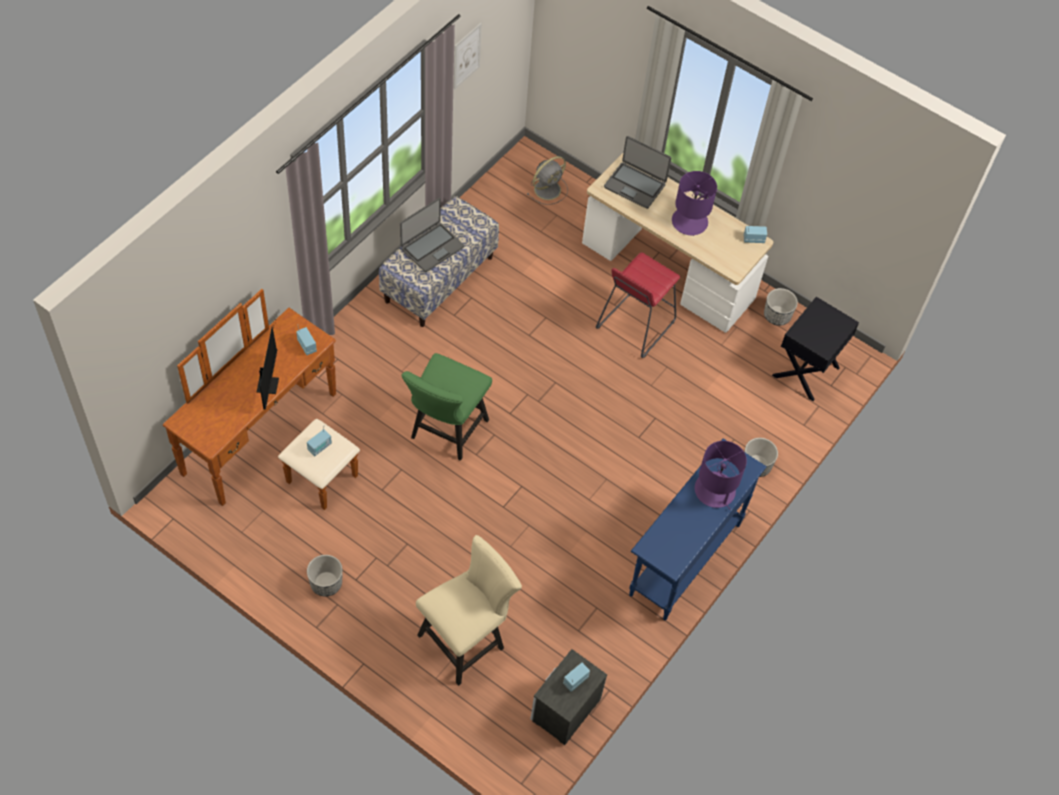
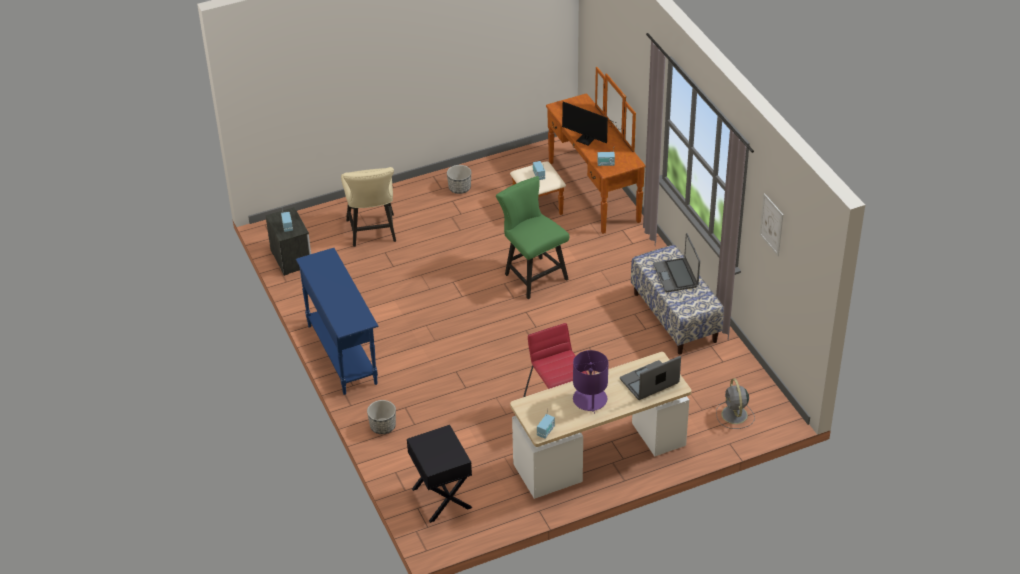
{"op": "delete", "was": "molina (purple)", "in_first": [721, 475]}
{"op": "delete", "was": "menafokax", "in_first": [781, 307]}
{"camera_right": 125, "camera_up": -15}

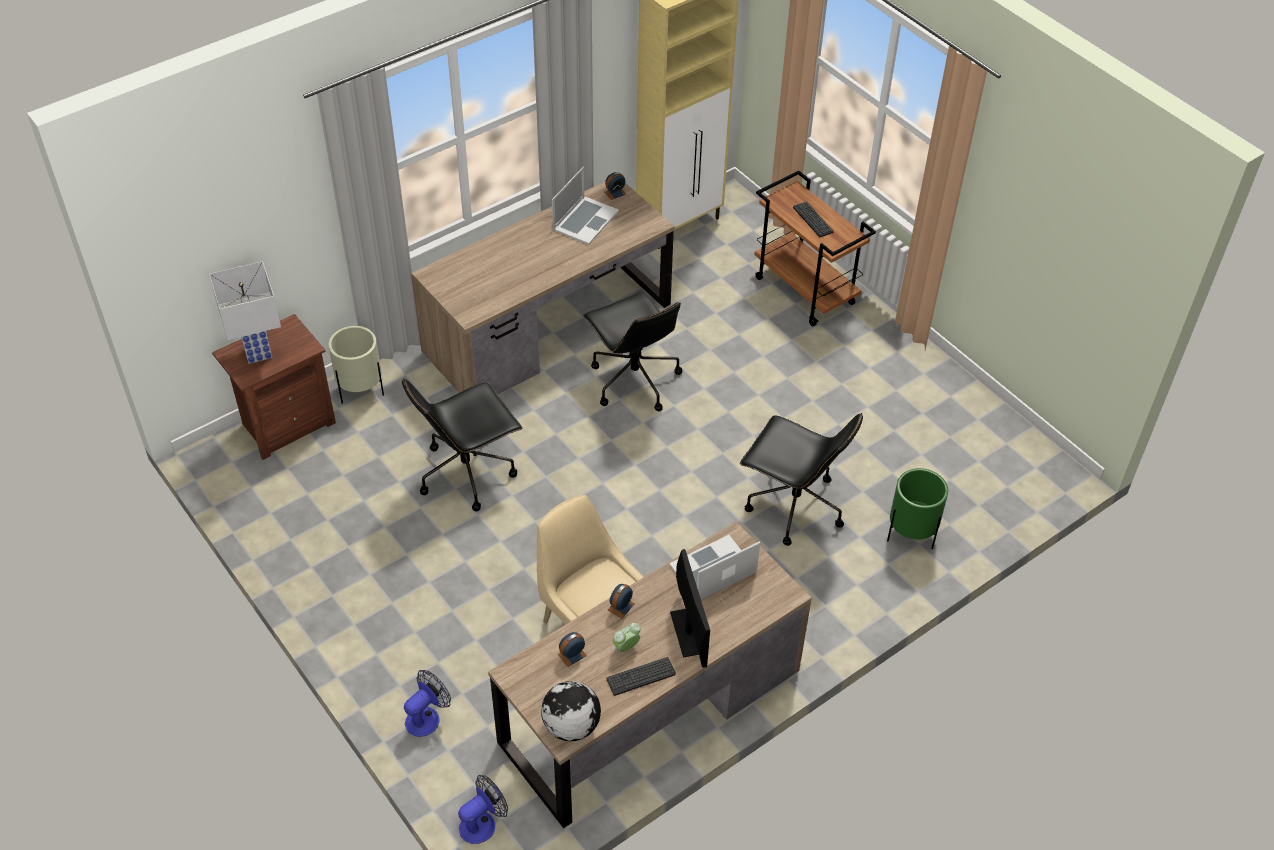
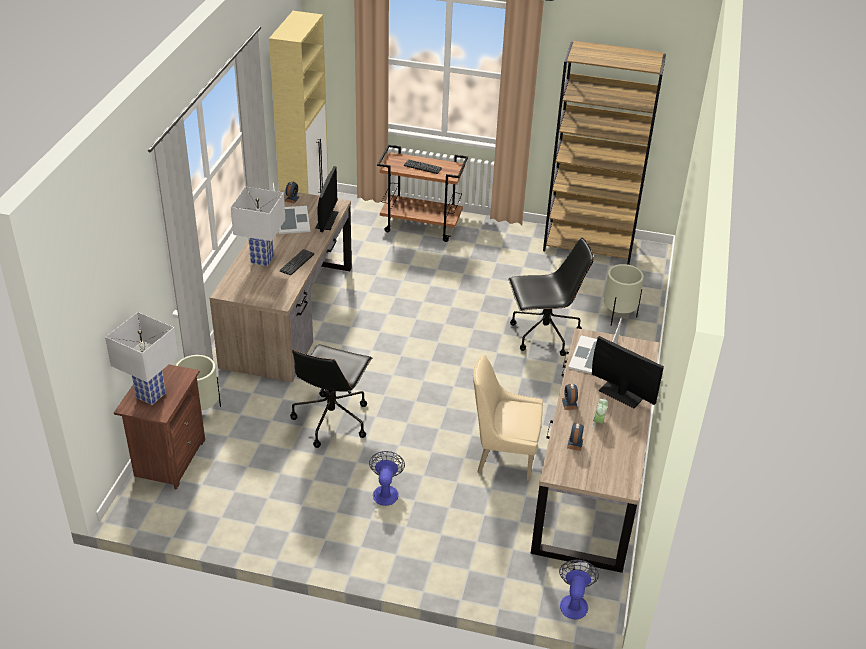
{"op": "move", "was": "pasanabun", "in_first": [427, 703], "in_second": [387, 478]}
{"op": "delete", "was": "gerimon", "in_first": [571, 711]}
{"op": "delete", "was": "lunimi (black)", "in_first": [632, 351]}
{"op": "move", "was": "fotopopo", "in_first": [641, 676], "in_second": [297, 262]}
{"op": "recolor", "was": "menafokax (green)", "now": "menafokax (beige)", "in_first": [917, 508], "in_second": [624, 295]}
{"op": "insert", "now": "molina (white)", "in_second": [258, 226]}
{"op": "insert", "now": "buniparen", "in_second": [326, 199]}
{"op": "insert", "now": "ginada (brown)", "in_second": [604, 153]}
{"camera_right": -40, "camera_up": -10}

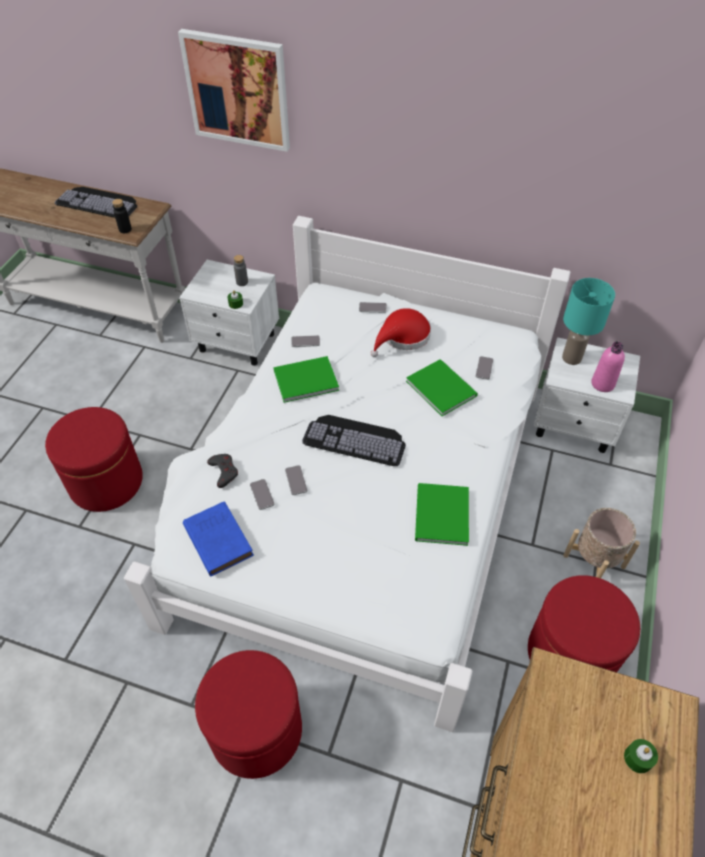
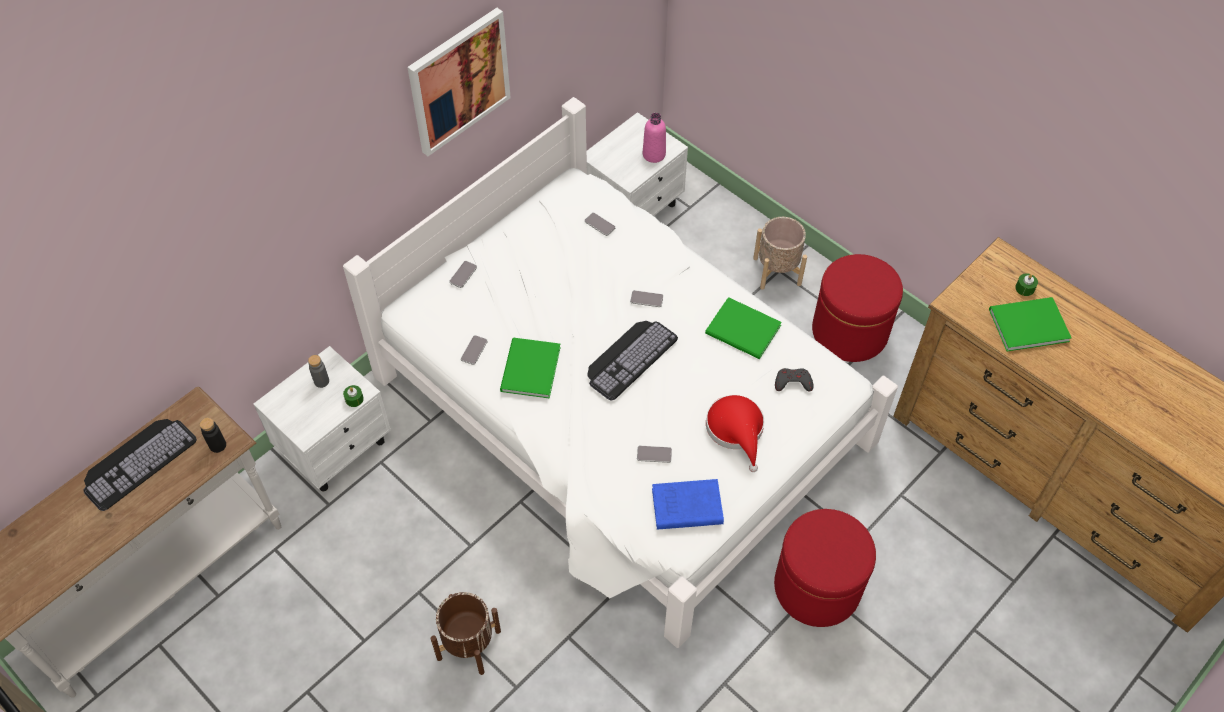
{"op": "replace", "was": "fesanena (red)", "now": "menafokax (brown)", "in_first": [94, 459], "in_second": [466, 633]}
{"op": "move", "was": "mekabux", "in_first": [234, 90], "in_second": [459, 82]}
{"op": "move", "was": "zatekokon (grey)", "in_first": [222, 471], "in_second": [794, 379]}
{"op": "move", "was": "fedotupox", "in_first": [296, 480], "in_second": [646, 298]}
{"op": "move", "was": "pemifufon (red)", "in_first": [401, 332], "in_second": [735, 433]}
{"op": "move", "was": "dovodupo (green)", "in_first": [442, 387], "in_second": [1030, 324]}
{"op": "delete", "was": "molina (turquoise)", "in_first": [588, 321]}
{"camera_right": -65, "camera_up": 5}

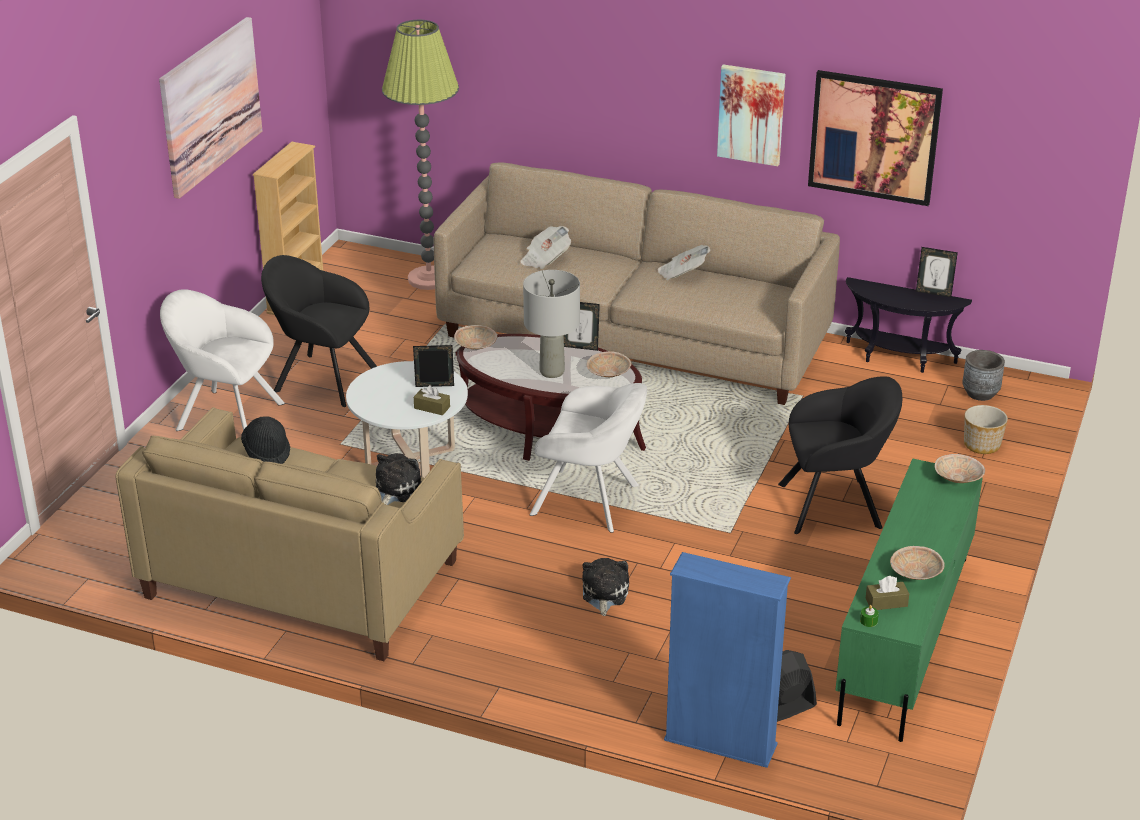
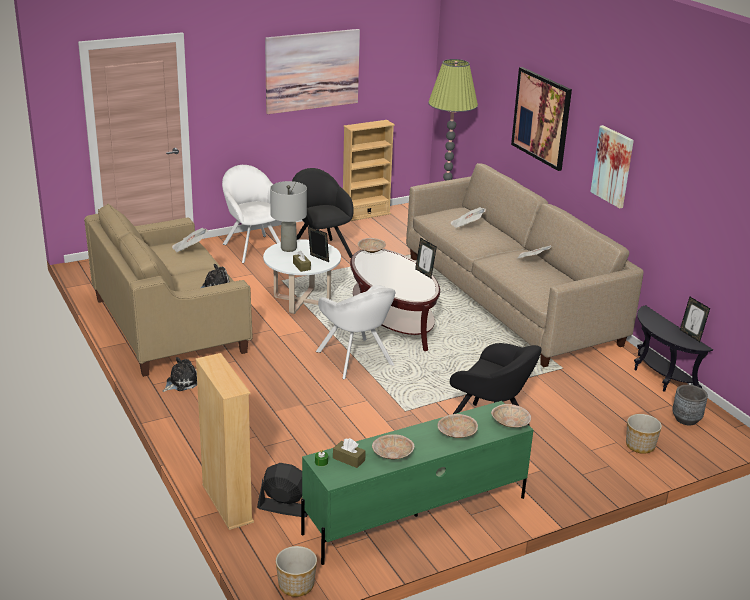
{"op": "replace", "was": "pemifufon (black)", "now": "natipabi", "in_first": [265, 440], "in_second": [189, 240]}
{"op": "move", "was": "molina (grey)", "in_first": [551, 324], "in_second": [288, 216]}
{"op": "move", "was": "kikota", "in_first": [605, 587], "in_second": [180, 374]}
{"op": "move", "was": "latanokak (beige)", "in_first": [609, 364], "in_second": [457, 426]}
{"op": "recolor", "was": "ginada (blue)", "now": "ginada (beige)", "in_first": [727, 660], "in_second": [224, 441]}
{"op": "move", "was": "mekabux", "in_first": [875, 138], "in_second": [541, 119]}
{"op": "insert", "now": "menafokax", "in_second": [296, 571]}
{"camera_right": 40, "camera_up": -5}

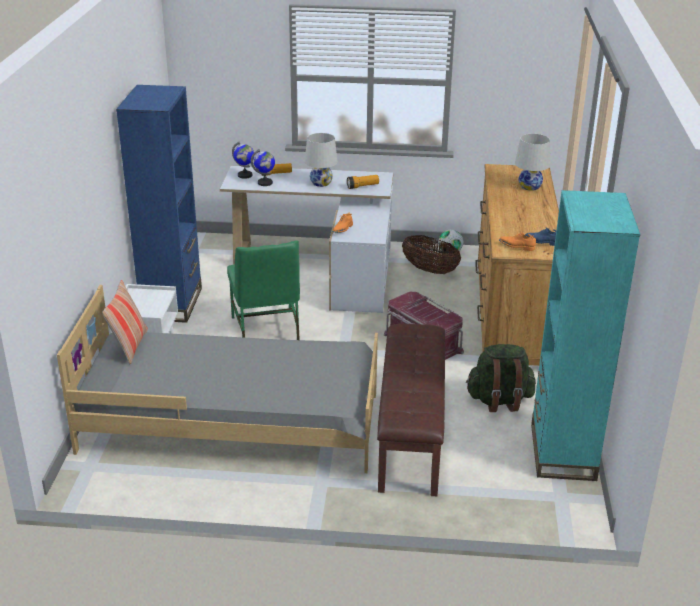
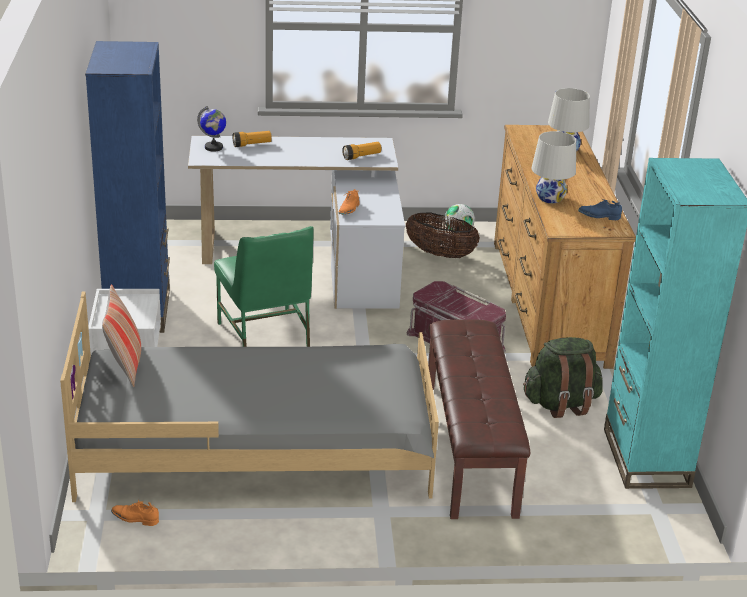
{"op": "delete", "was": "gerimon", "in_first": [263, 167]}
{"op": "move", "was": "molina (white)", "in_first": [321, 160], "in_second": [554, 167]}
{"op": "move", "was": "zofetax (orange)", "in_first": [517, 241], "in_second": [135, 513]}
{"camera_right": -10, "camera_up": 0}

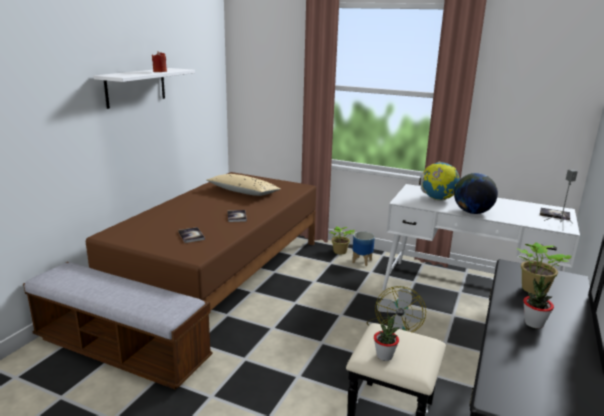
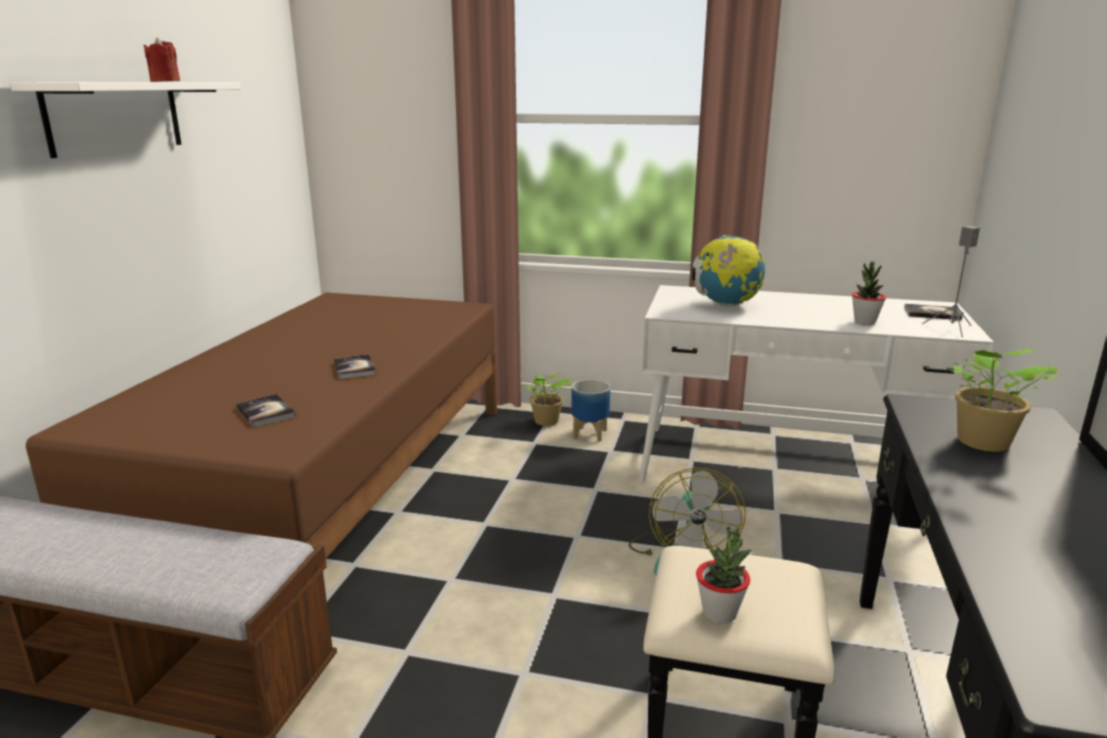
{"op": "delete", "was": "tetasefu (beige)", "in_first": [243, 185]}
{"op": "delete", "was": "gerimon", "in_first": [476, 193]}
{"op": "move", "was": "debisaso", "in_first": [538, 302], "in_second": [869, 293]}
{"camera_right": -10, "camera_up": 0}

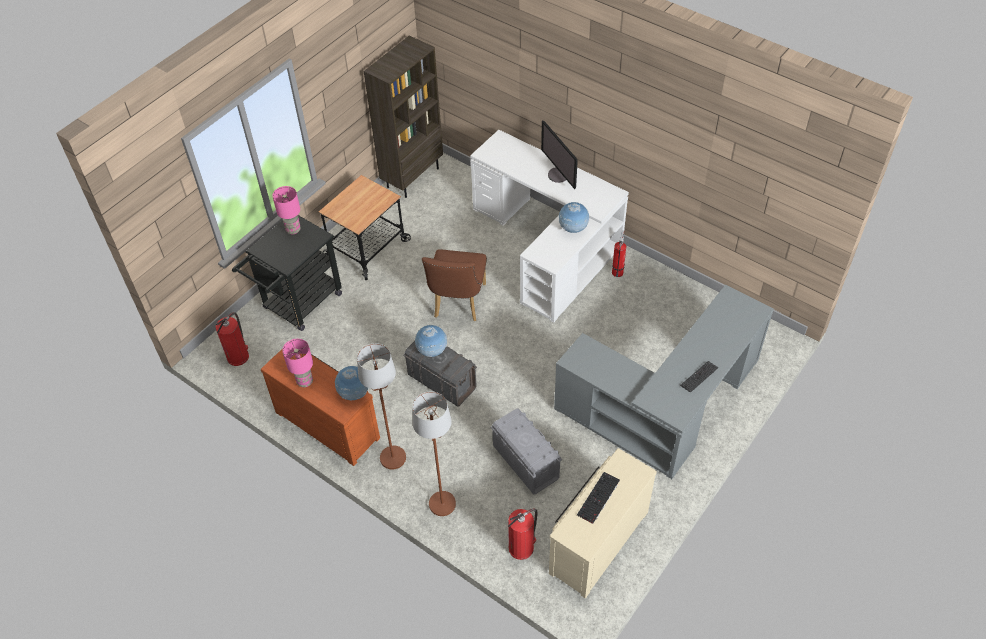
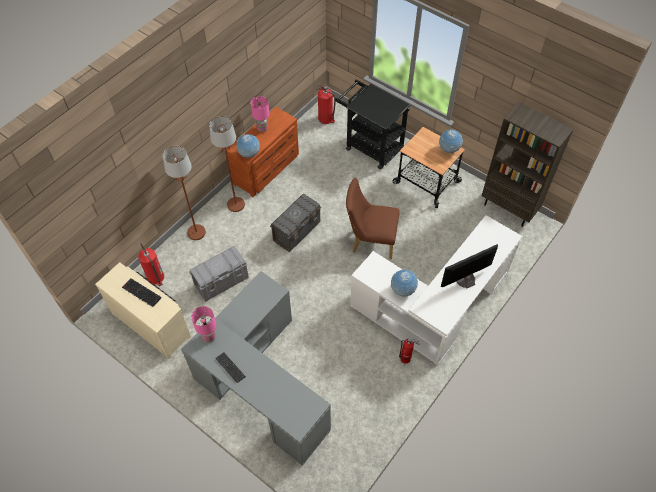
{"op": "move", "was": "molina (pink)", "in_first": [286, 210], "in_second": [203, 324]}
{"op": "move", "was": "gerimon", "in_first": [431, 341], "in_second": [451, 141]}
{"camera_right": 90, "camera_up": 5}

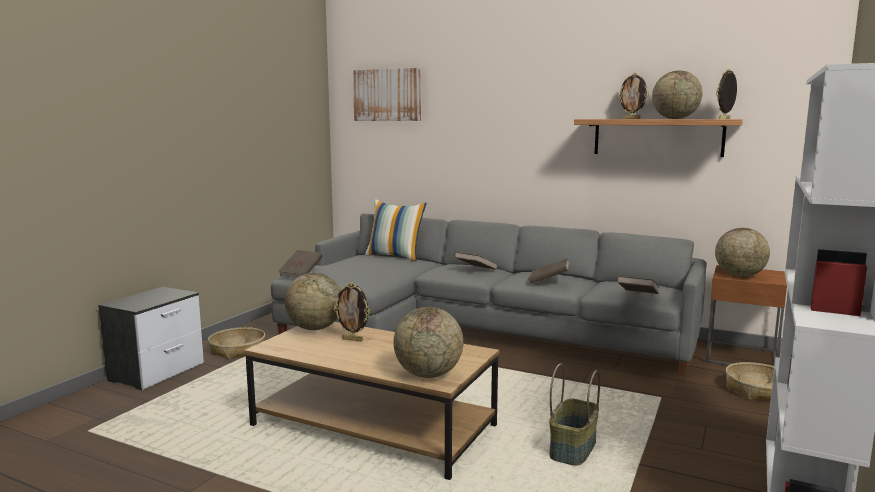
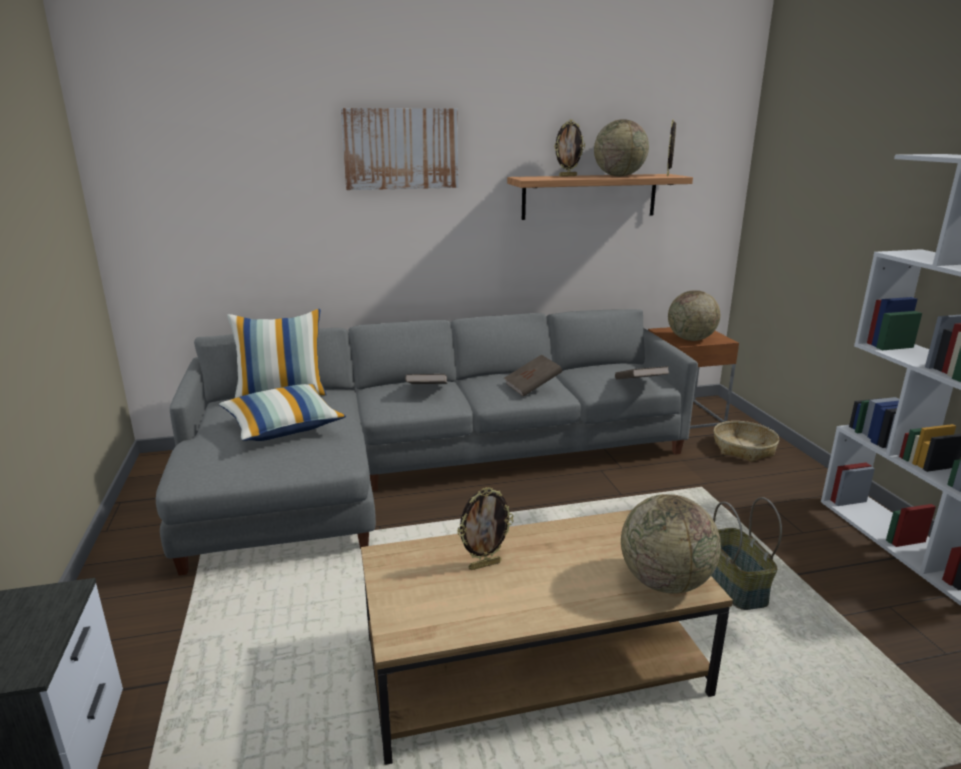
{"op": "delete", "was": "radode", "in_first": [236, 343]}
{"op": "delete", "was": "dovodupo (brown)", "in_first": [300, 264]}
{"op": "delete", "was": "gerimon", "in_first": [313, 301]}
{"op": "move", "was": "mekabux", "in_first": [387, 94], "in_second": [399, 149]}
{"op": "insert", "now": "tetasefu", "in_second": [282, 412]}
{"camera_right": -40, "camera_up": 10}

